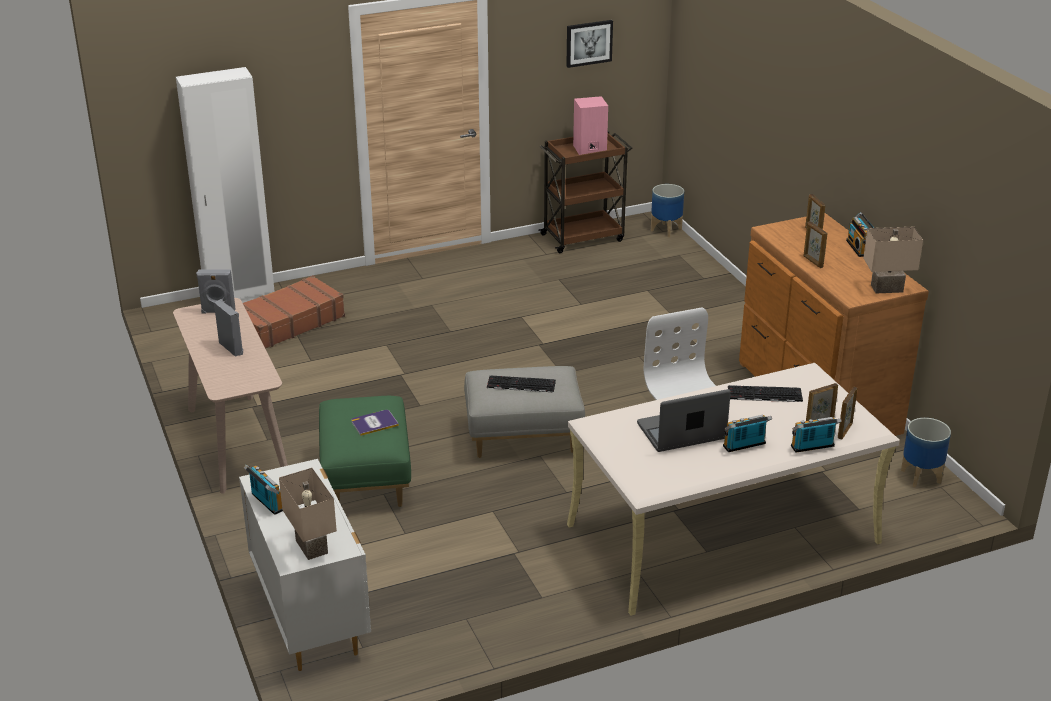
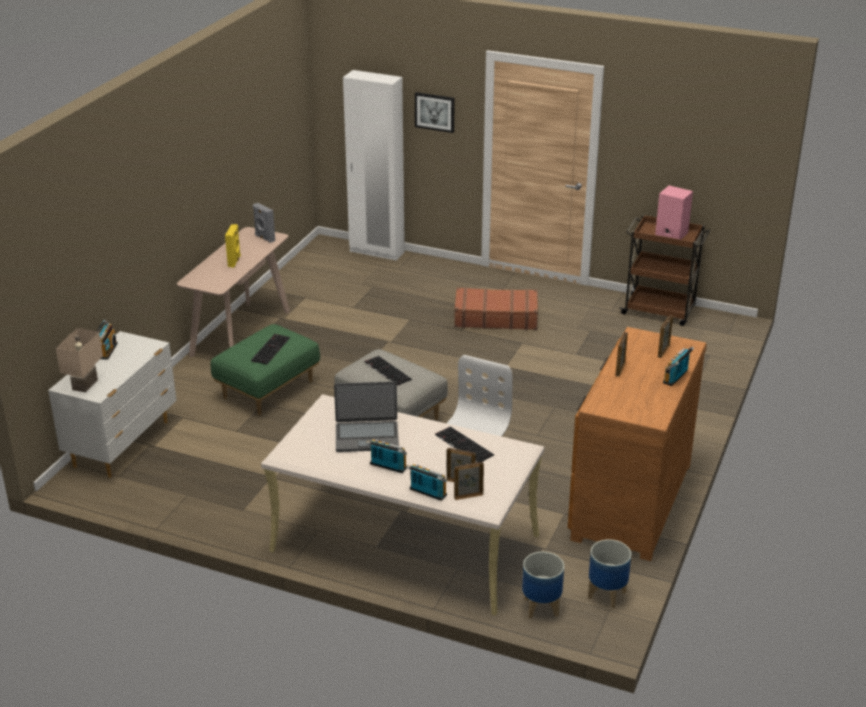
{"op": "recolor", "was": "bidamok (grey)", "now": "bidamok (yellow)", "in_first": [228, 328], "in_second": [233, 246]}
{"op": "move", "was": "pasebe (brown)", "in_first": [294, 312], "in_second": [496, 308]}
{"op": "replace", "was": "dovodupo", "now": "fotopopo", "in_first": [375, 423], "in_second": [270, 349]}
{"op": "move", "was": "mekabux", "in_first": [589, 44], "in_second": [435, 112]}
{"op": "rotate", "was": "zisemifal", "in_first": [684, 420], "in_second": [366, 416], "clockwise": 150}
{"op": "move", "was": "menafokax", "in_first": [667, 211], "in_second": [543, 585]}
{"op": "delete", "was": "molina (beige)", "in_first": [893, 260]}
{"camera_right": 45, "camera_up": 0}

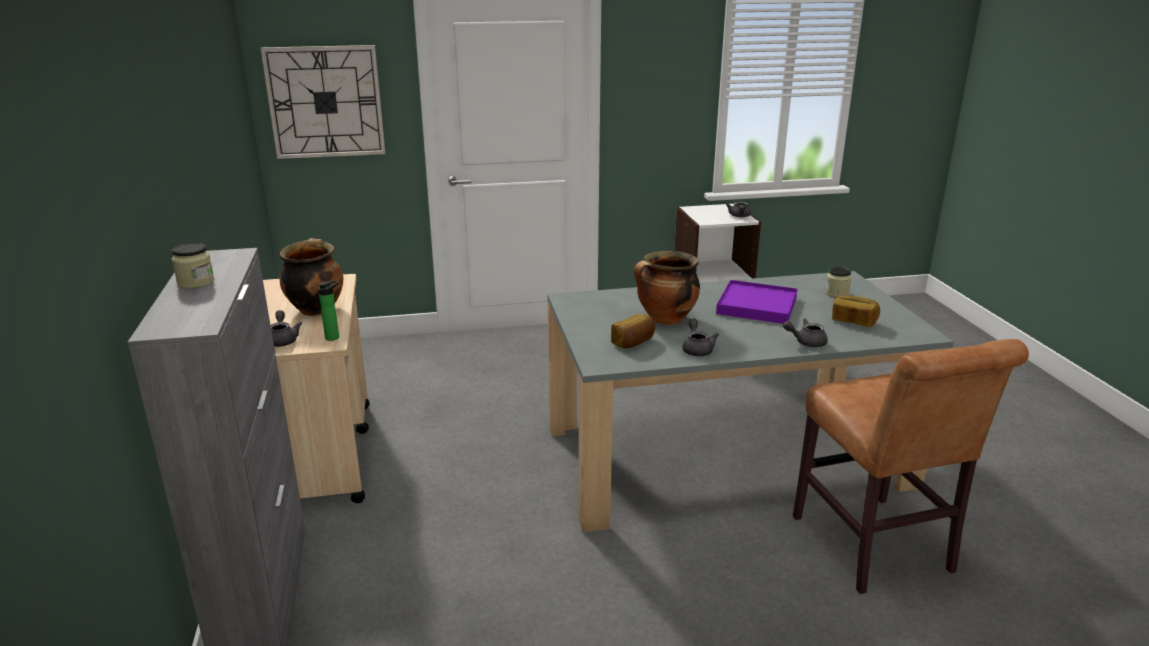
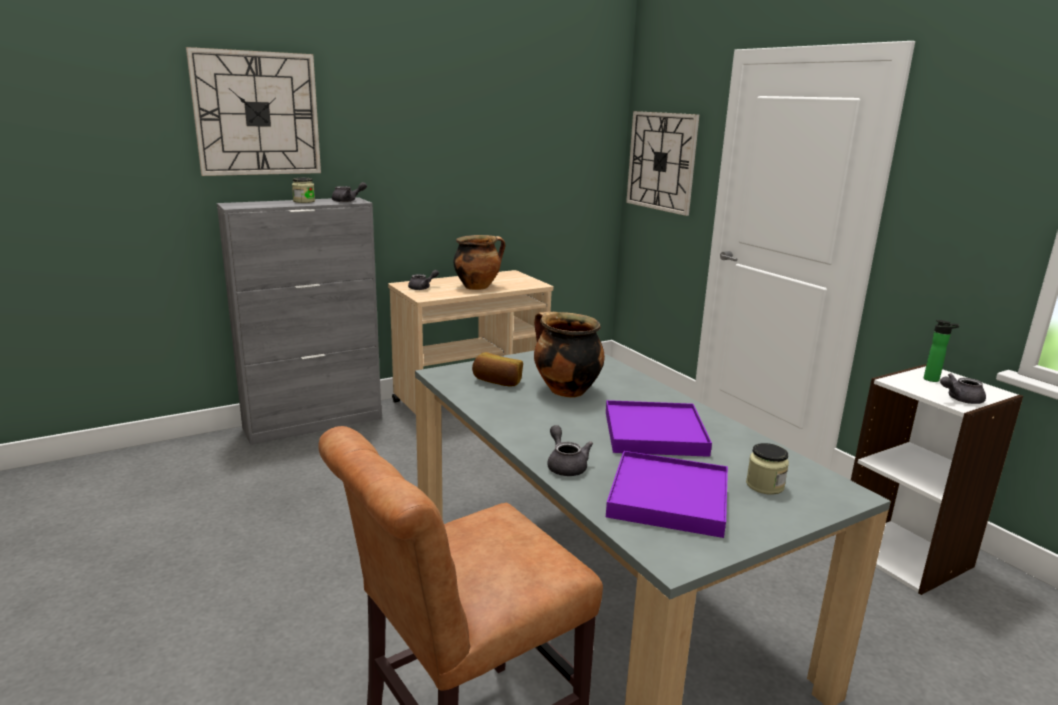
{"op": "move", "was": "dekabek", "in_first": [328, 310], "in_second": [941, 351]}
{"op": "move", "was": "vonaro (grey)", "in_first": [700, 337], "in_second": [349, 192]}
{"op": "replace", "was": "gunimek", "now": "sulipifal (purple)", "in_first": [856, 311], "in_second": [667, 494]}
{"op": "insert", "now": "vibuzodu", "in_second": [253, 111]}
{"camera_right": 70, "camera_up": -5}

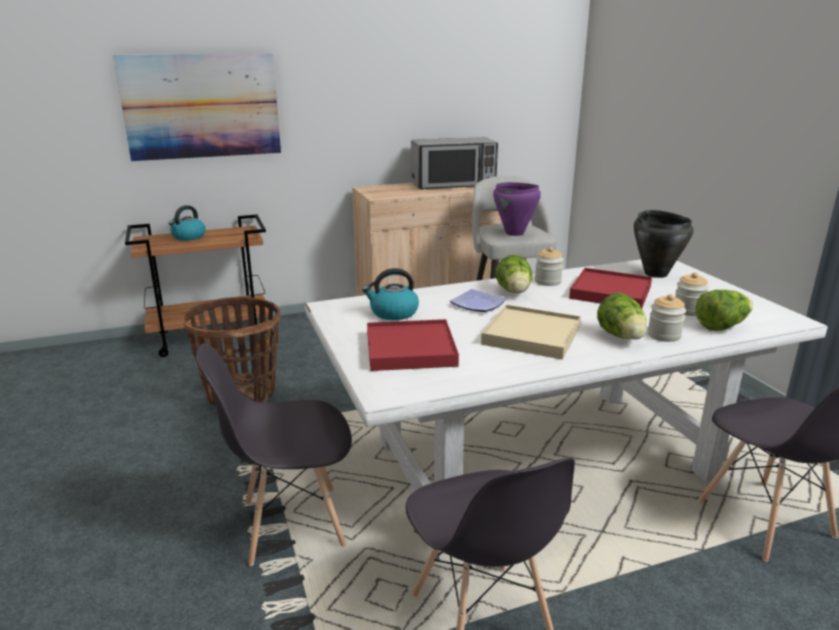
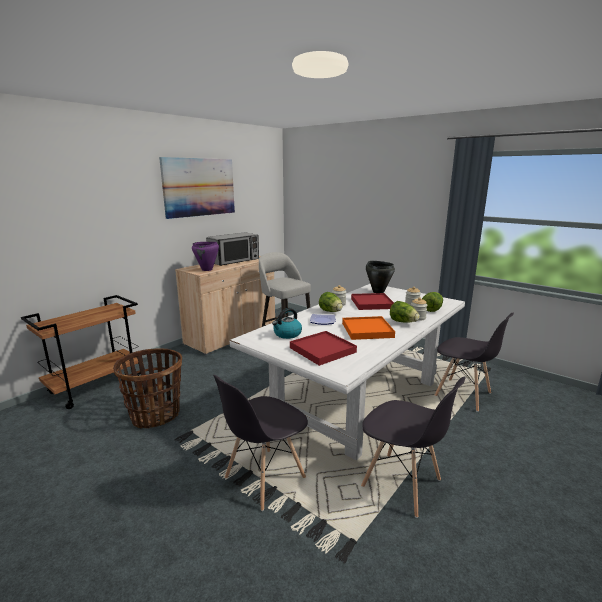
{"op": "move", "was": "mekabux", "in_first": [197, 107], "in_second": [197, 188]}
{"op": "delete", "was": "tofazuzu", "in_first": [187, 223]}
{"op": "recolor", "was": "sulipifal (beige)", "now": "sulipifal (orange)", "in_first": [531, 332], "in_second": [368, 328]}
{"op": "move", "was": "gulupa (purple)", "in_first": [517, 209], "in_second": [205, 256]}
{"camera_right": -30, "camera_up": -5}

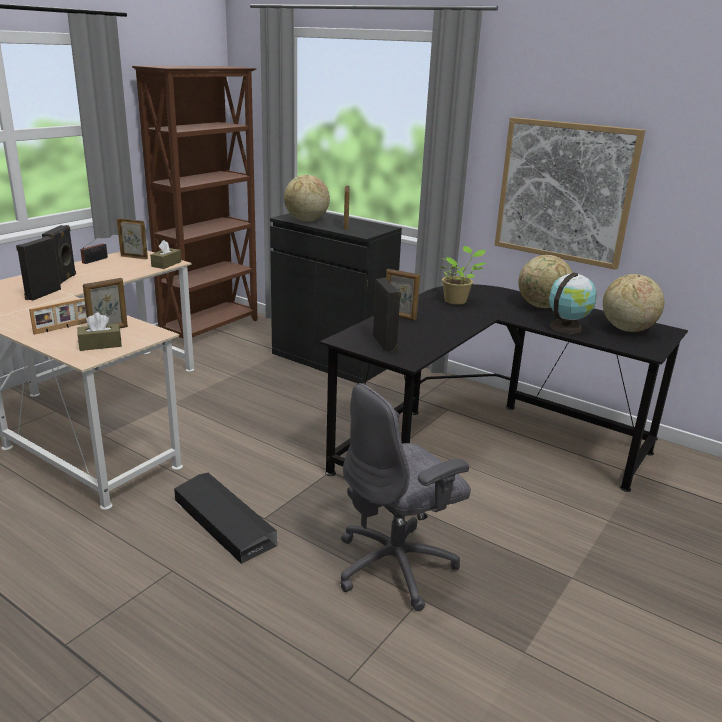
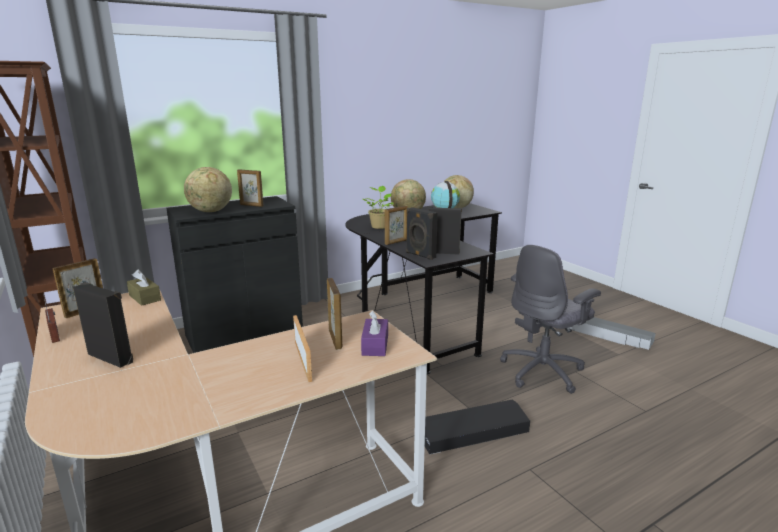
{"op": "move", "was": "bidamok (black)", "in_first": [38, 268], "in_second": [422, 233]}
{"op": "recolor", "was": "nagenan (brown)", "now": "nagenan (purple)", "in_first": [99, 332], "in_second": [374, 333]}
{"op": "rotate", "was": "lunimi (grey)", "in_first": [405, 497], "in_second": [550, 319], "clockwise": 60}
{"op": "delete", "was": "mekabux", "in_first": [570, 193]}
{"op": "insert", "now": "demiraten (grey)", "in_second": [612, 333]}
{"camera_right": -65, "camera_up": -5}

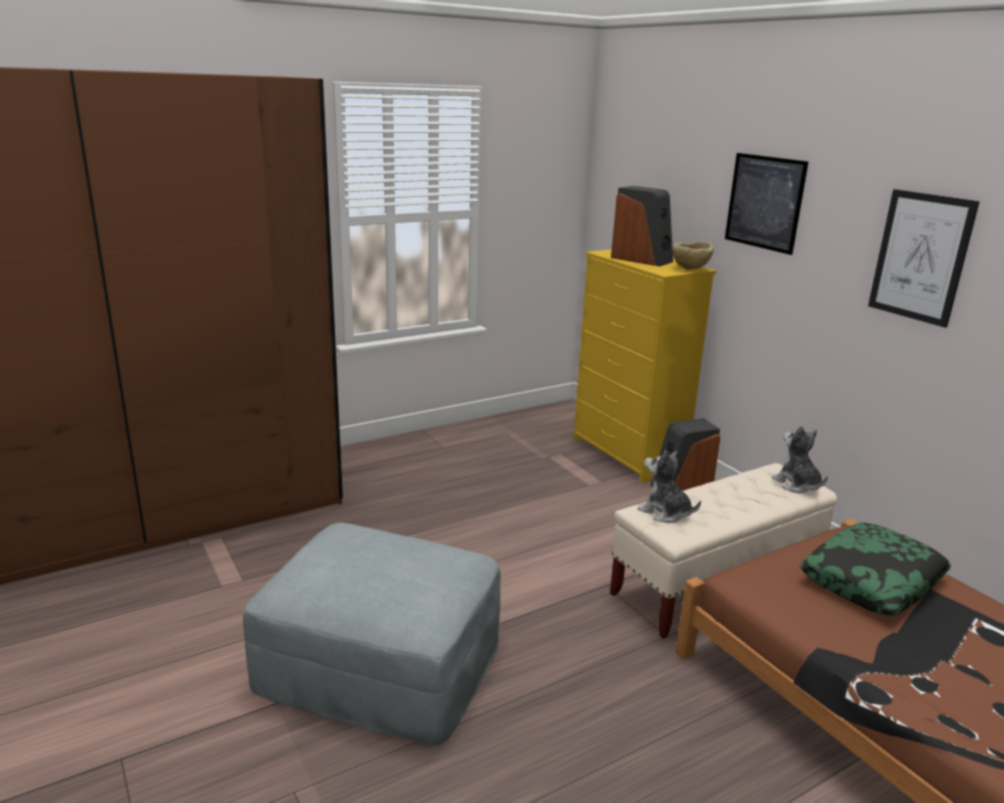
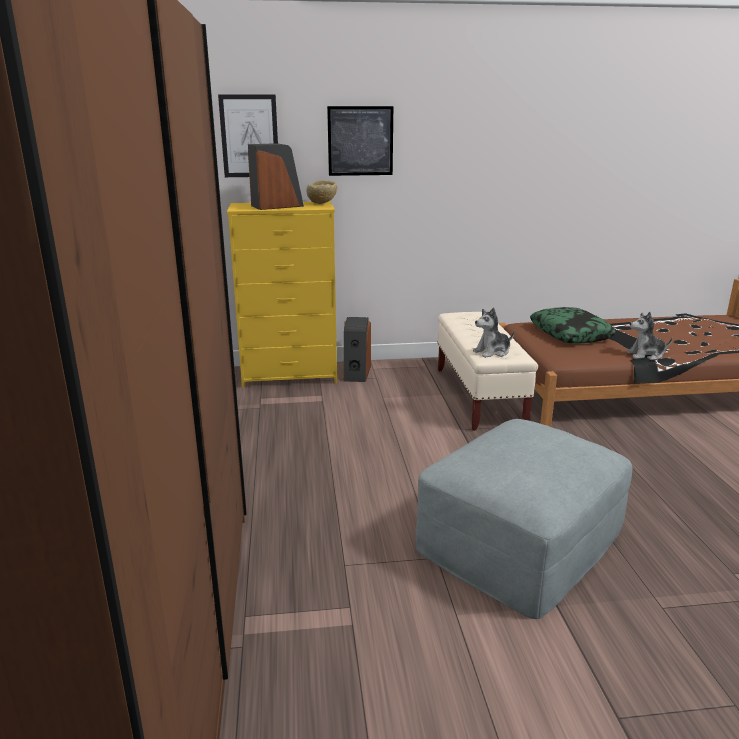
{"op": "move", "was": "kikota", "in_first": [799, 459], "in_second": [649, 336]}
{"op": "move", "was": "mekabux", "in_first": [924, 258], "in_second": [248, 135]}
{"camera_right": -65, "camera_up": 0}

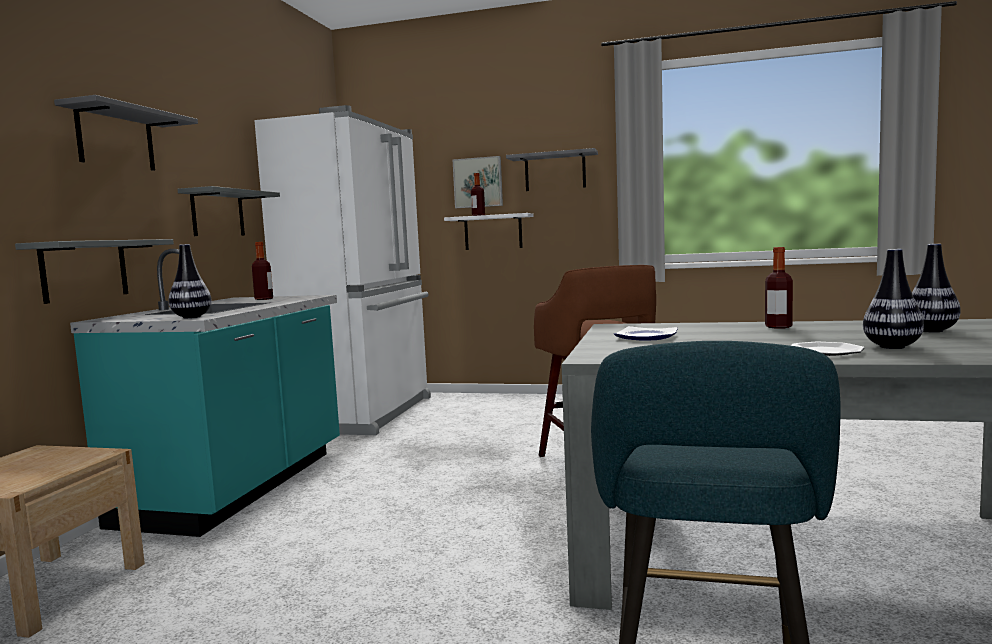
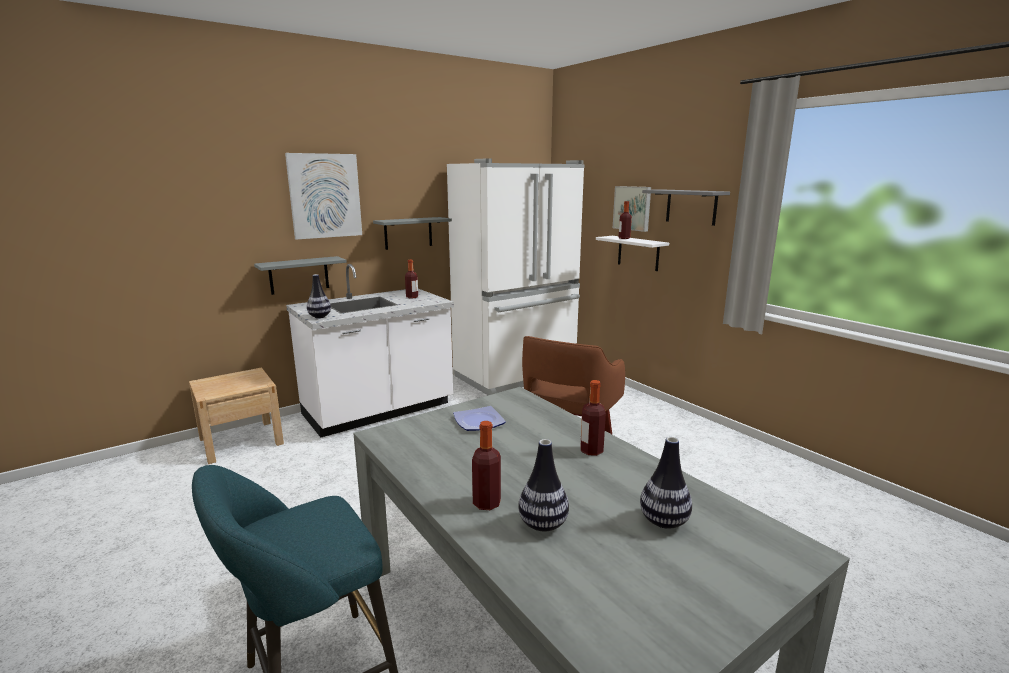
{"op": "replace", "was": "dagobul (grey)", "now": "mekabux", "in_first": [126, 133], "in_second": [323, 196]}
{"op": "recolor", "was": "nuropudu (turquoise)", "now": "nuropudu (white)", "in_first": [205, 393], "in_second": [370, 350]}
{"op": "replace", "was": "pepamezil", "now": "dekabek", "in_first": [827, 349], "in_second": [486, 465]}
{"camera_right": 40, "camera_up": 10}

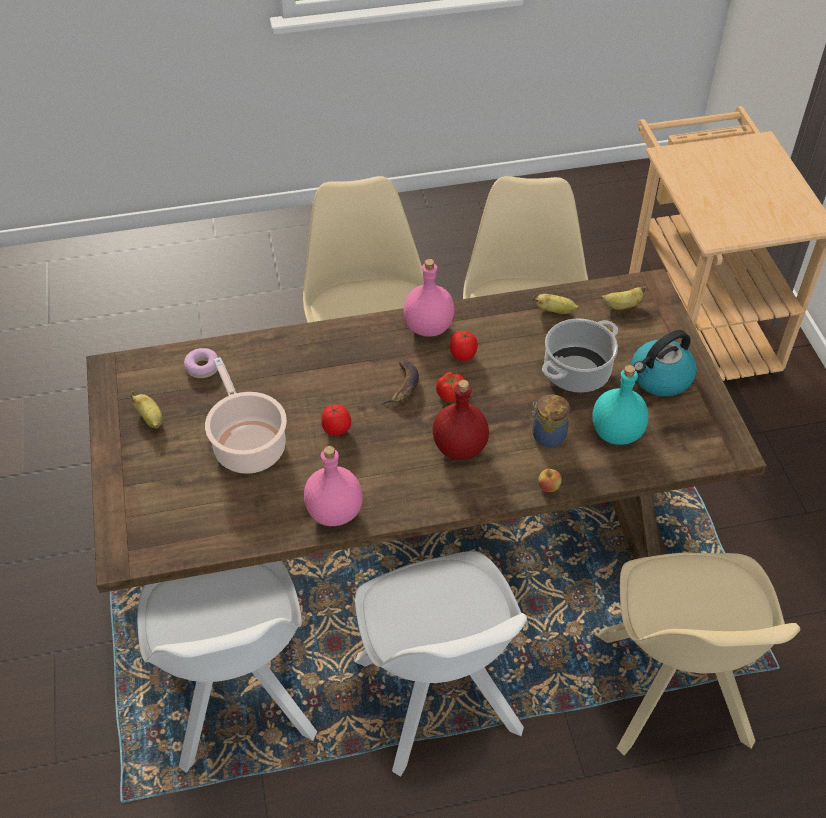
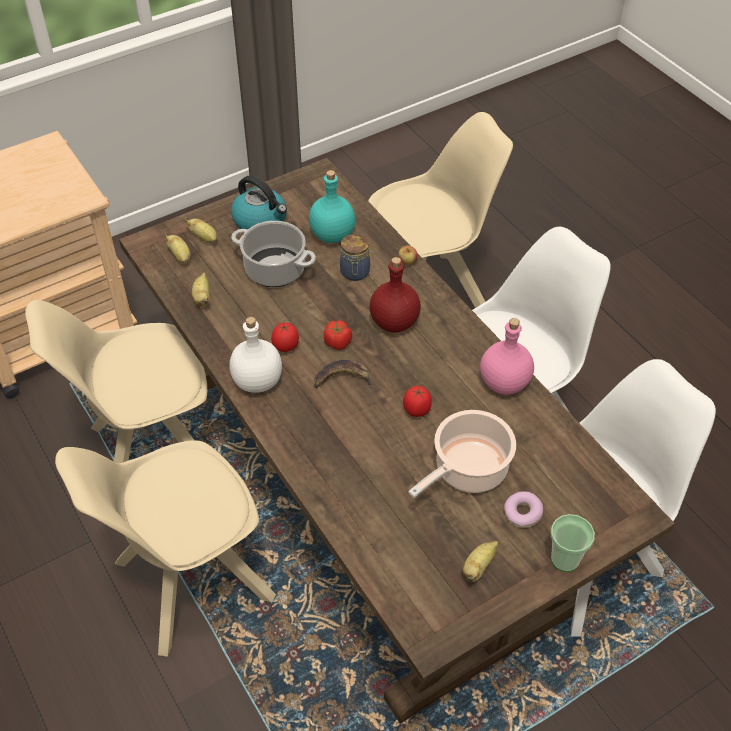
{"op": "move", "was": "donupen", "in_first": [201, 363], "in_second": [523, 509]}
{"op": "recolor", "was": "dekabek (pink)", "now": "dekabek (white)", "in_first": [428, 298], "in_second": [255, 355]}
{"op": "insert", "now": "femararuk", "in_second": [201, 230]}
{"op": "insert", "now": "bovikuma", "in_second": [573, 543]}
{"camera_right": -110, "camera_up": 0}

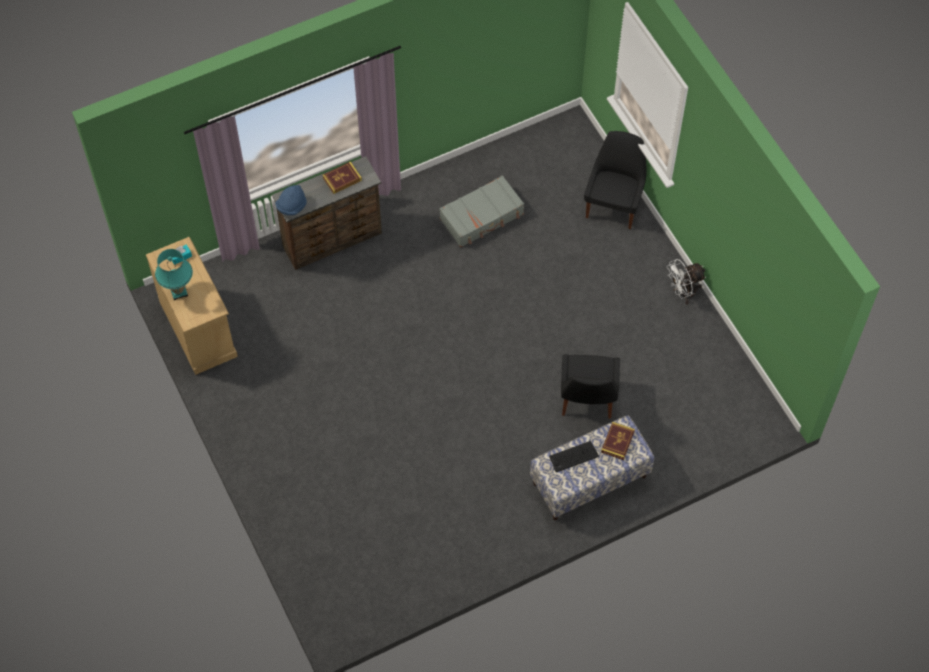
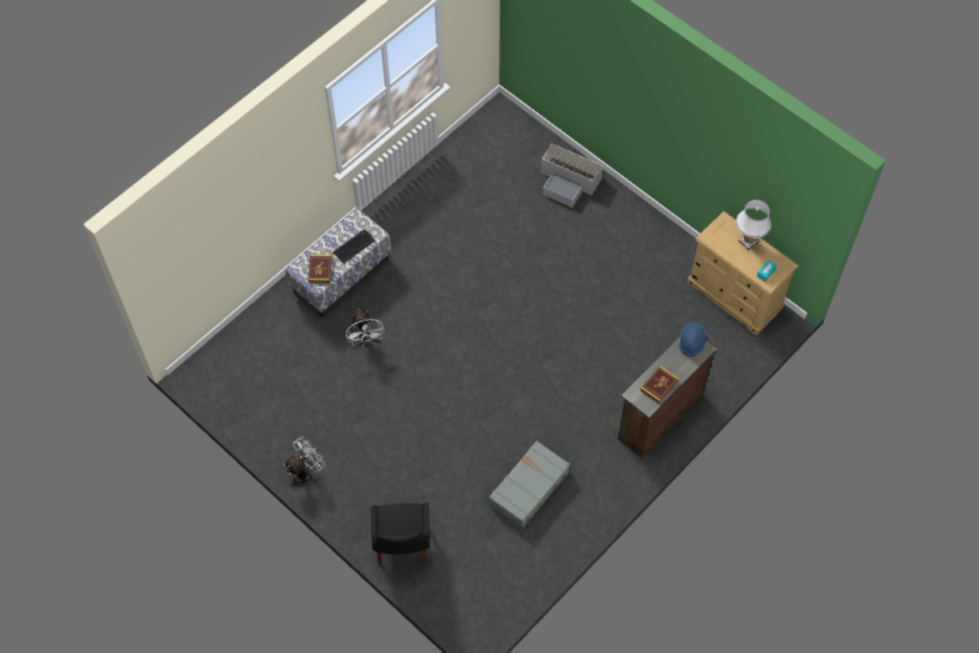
{"op": "recolor", "was": "molina (turquoise)", "now": "molina (white)", "in_first": [174, 274], "in_second": [753, 225]}
{"op": "replace", "was": "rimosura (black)", "now": "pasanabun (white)", "in_first": [590, 386], "in_second": [365, 328]}
{"op": "insert", "now": "demiraten (grey)", "in_second": [572, 174]}
{"camera_right": 160, "camera_up": 0}

